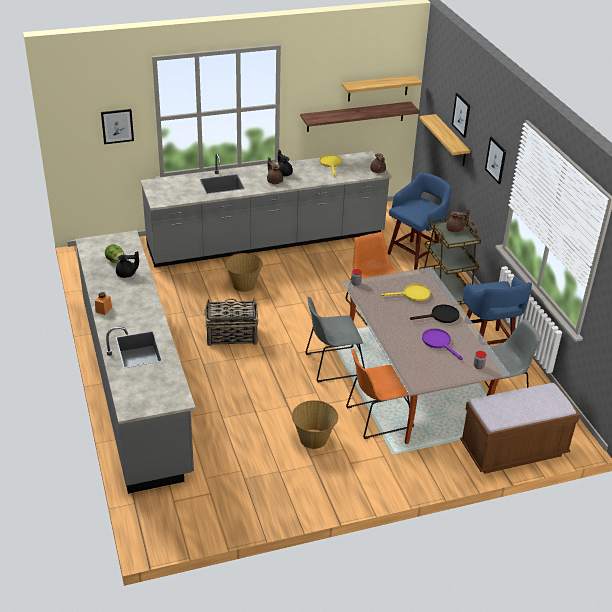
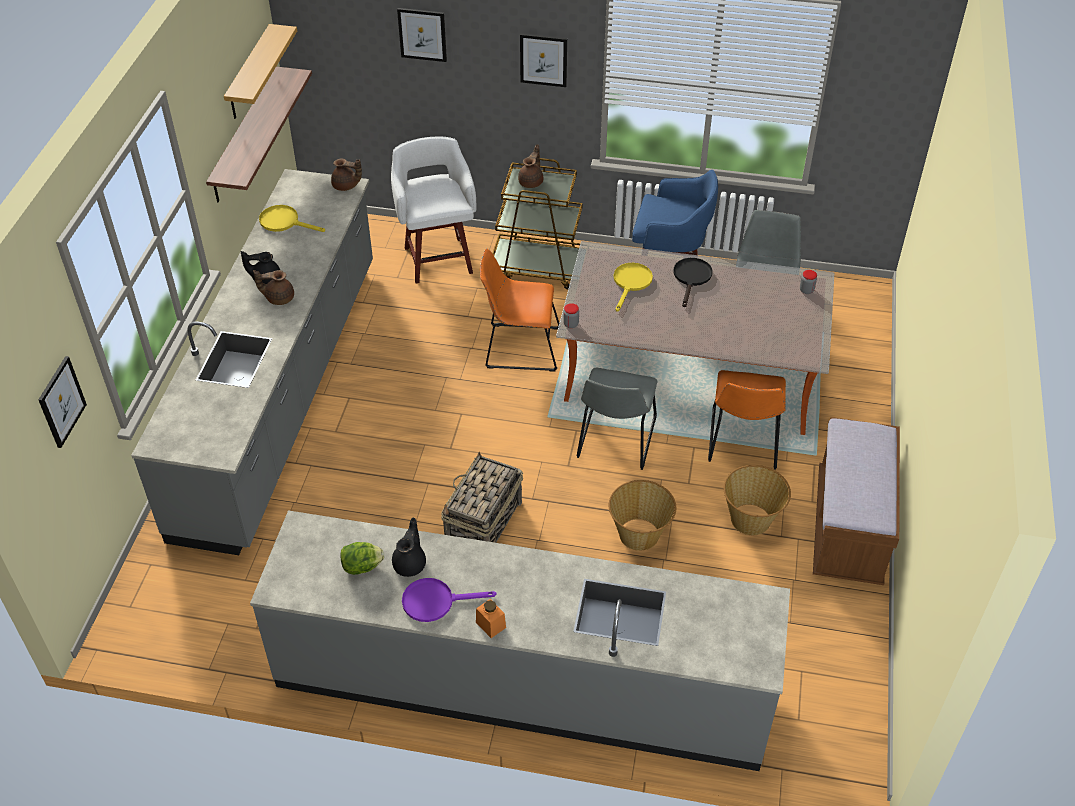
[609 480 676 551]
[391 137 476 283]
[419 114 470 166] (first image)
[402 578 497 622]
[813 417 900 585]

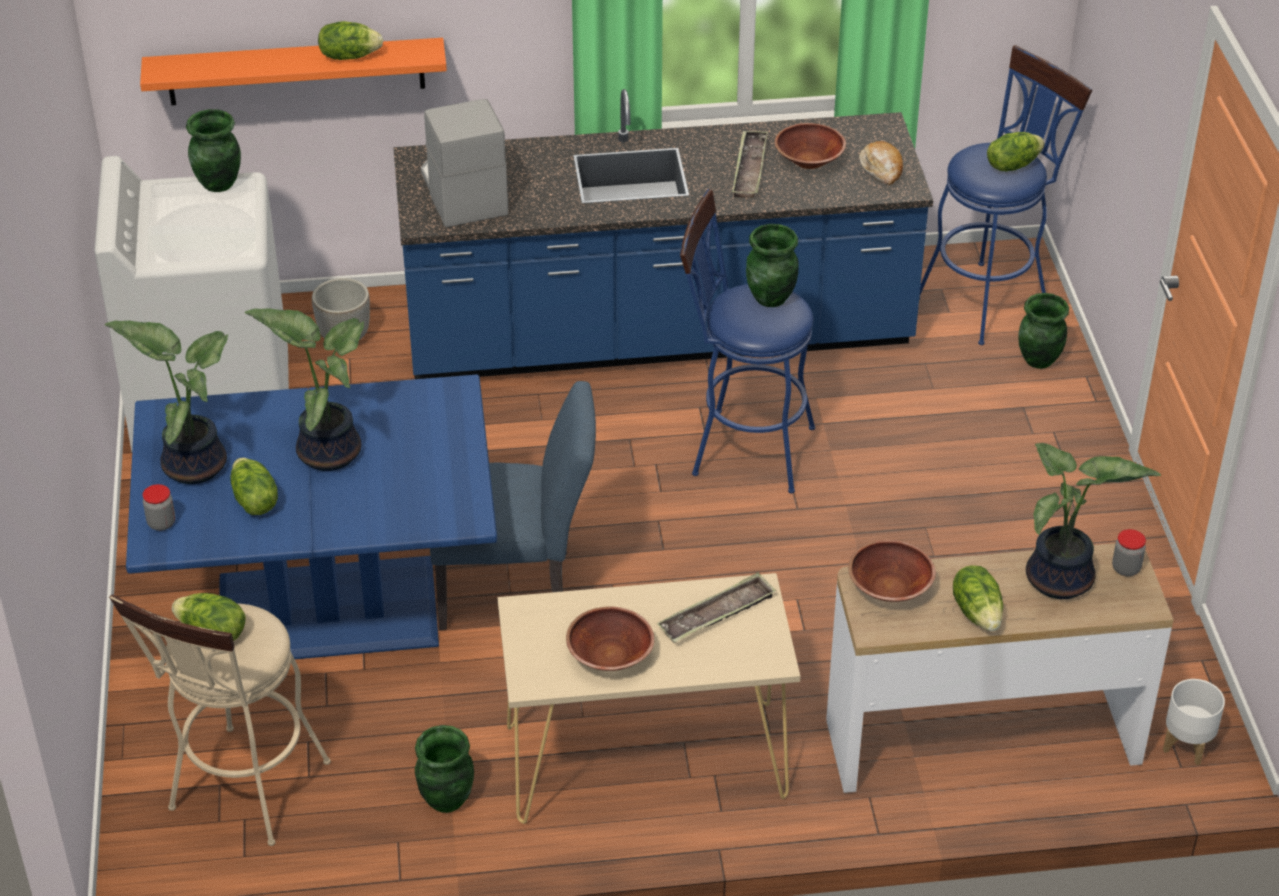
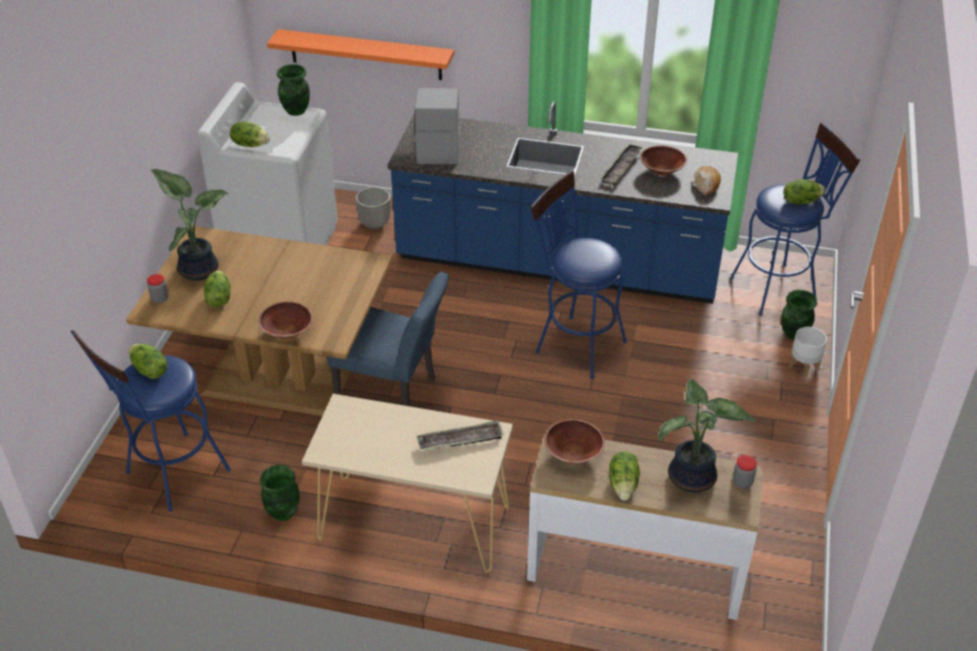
[70 330 231 511]
[126 226 393 416]
[245 308 364 471] (first image)
[230 122 270 147]
[258 301 313 338]
[746 224 799 307] (first image)
[789 327 827 378]

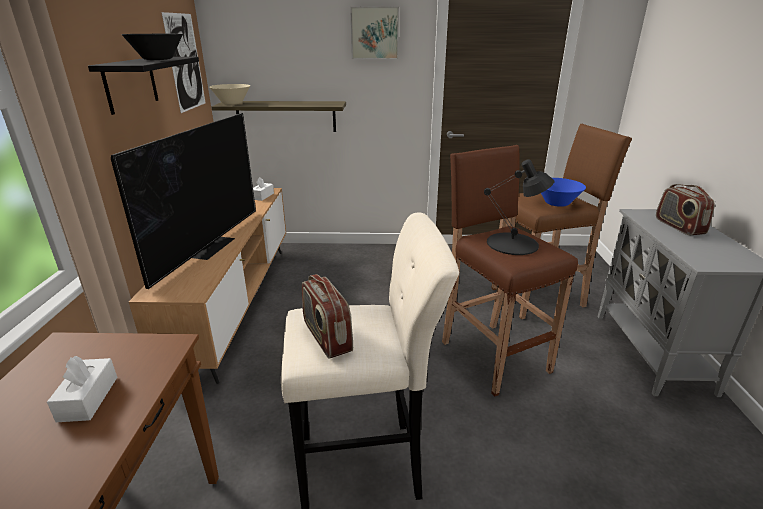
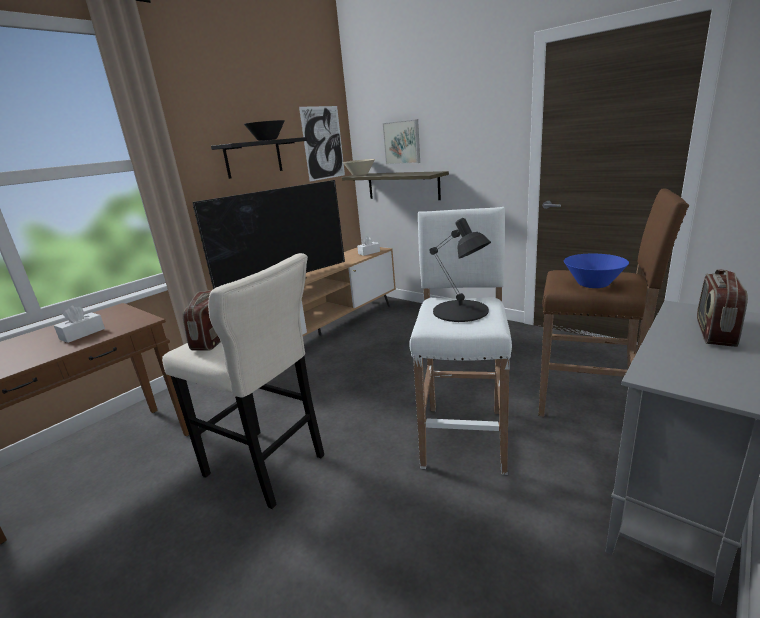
[383 119 420 165]
[410 207 512 475]

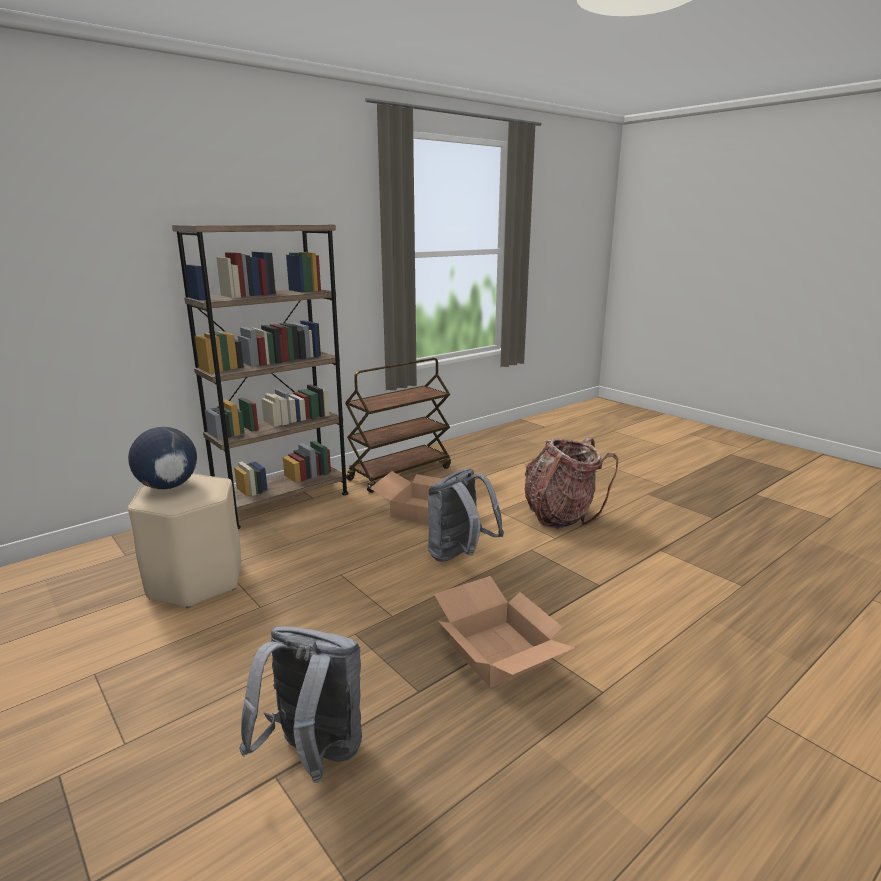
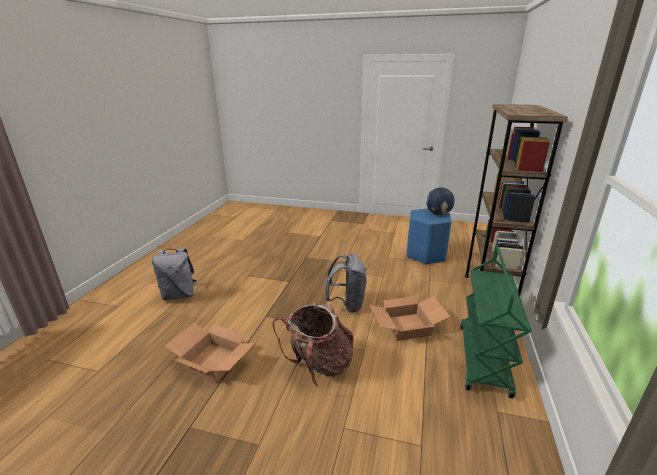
[407 208 451 265]
[152 247 196 301]
[460 246 531 398]
[165 322 255 382]

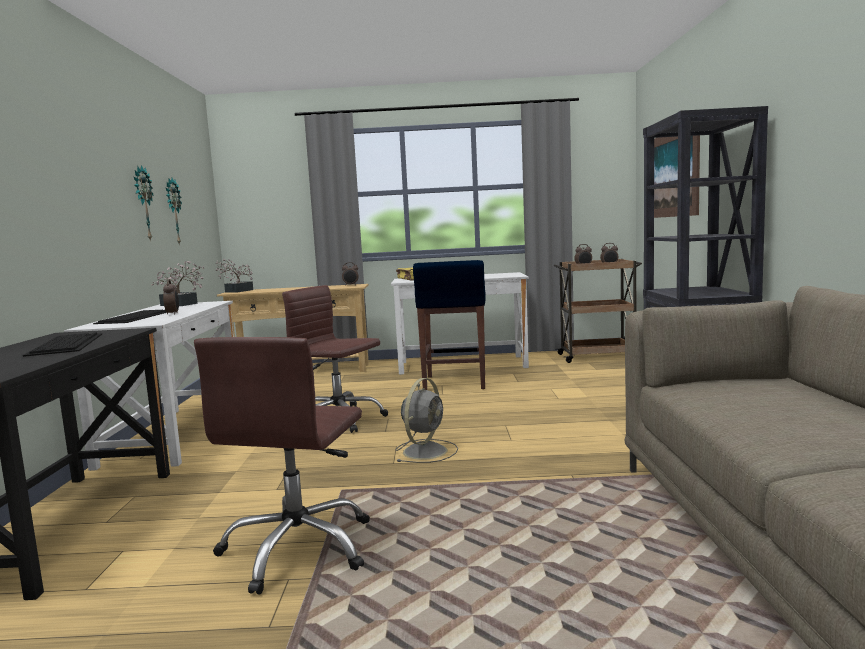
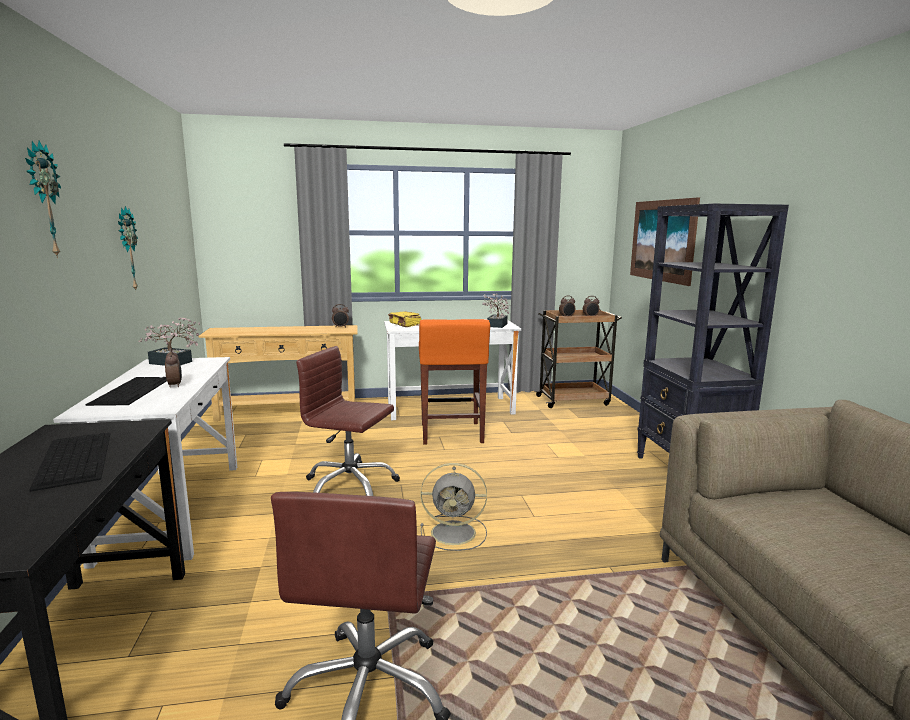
[25 140 61 258]
[483 293 510 328]
[420 463 487 551]
[419 319 490 445]

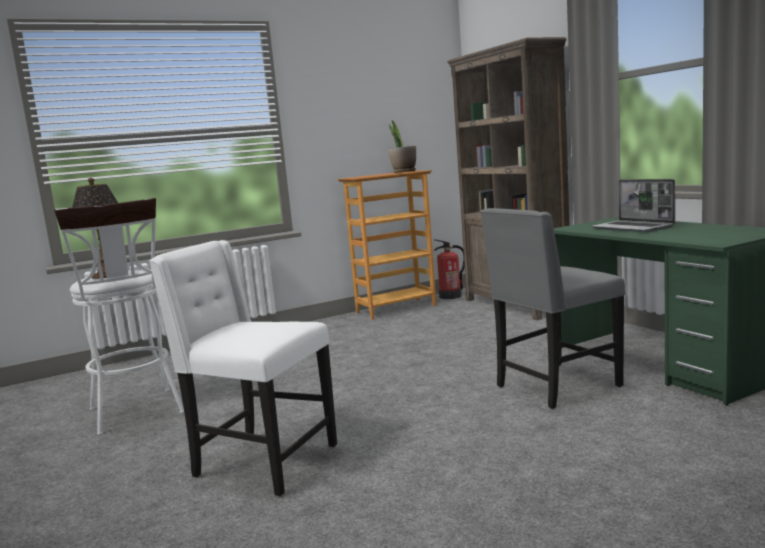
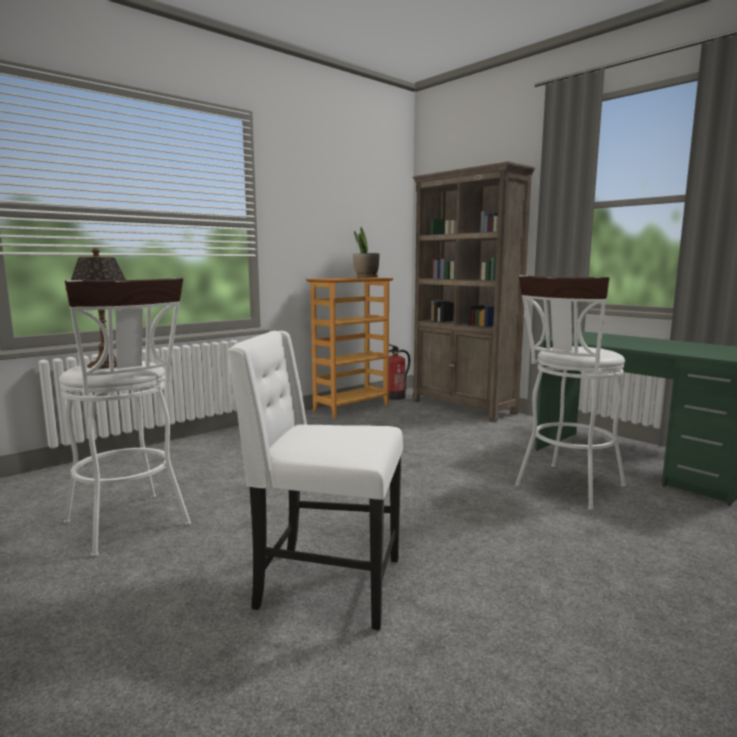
[515 275 626 510]
[592 179 675 232] (first image)

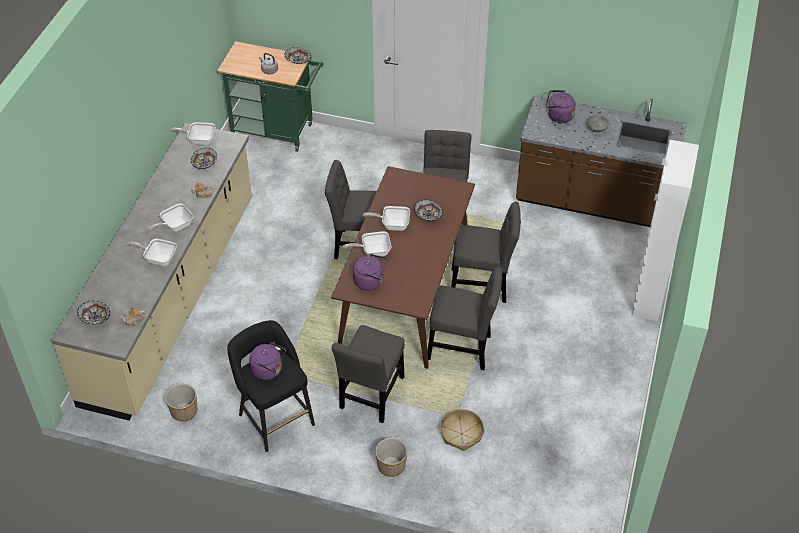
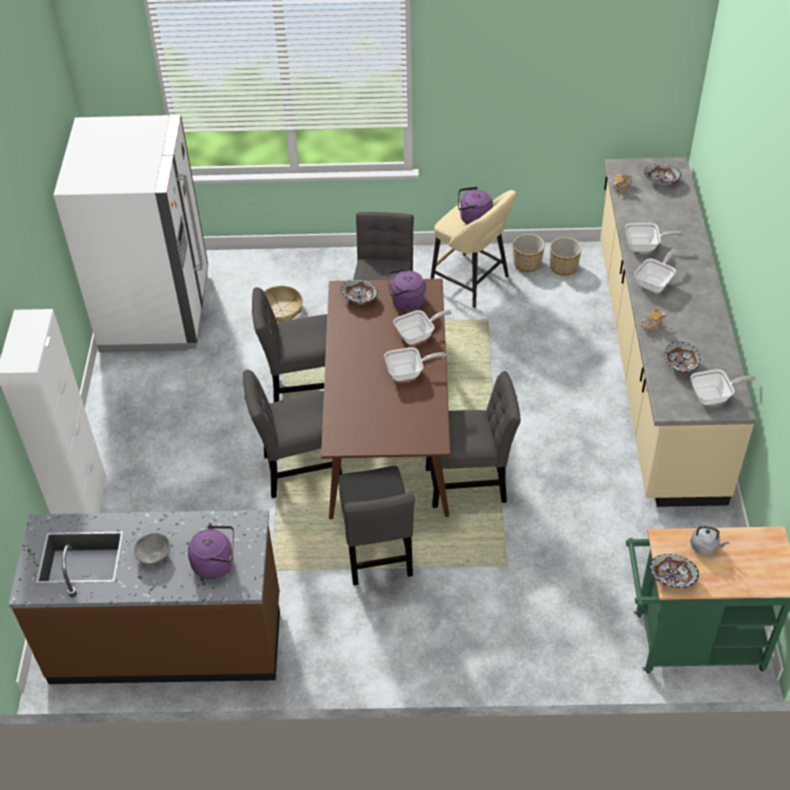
[430 190 516 308]
[513 234 545 272]
[341 279 378 303]
[53 115 208 352]

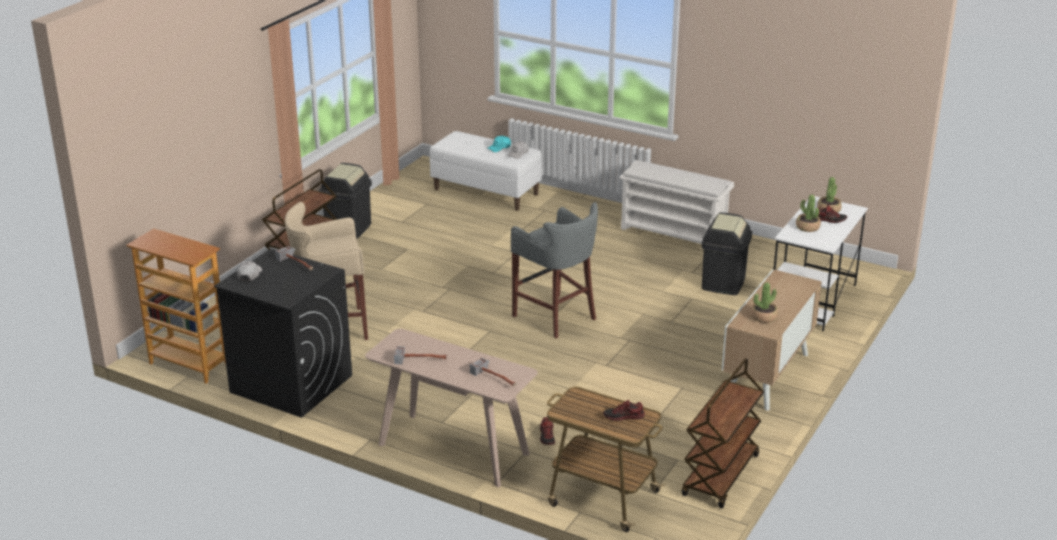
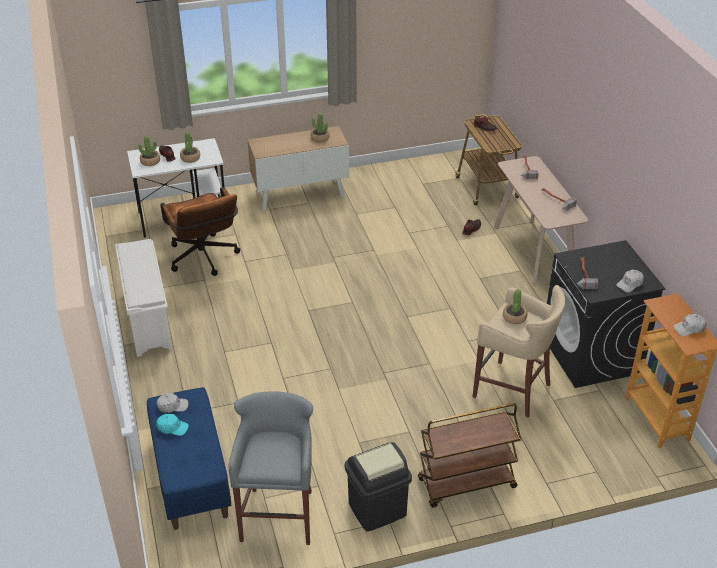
[147 387 231 530]
[229 391 313 545]
[682 358 764 508] (first image)
[160 187 240 276]
[503 289 527 324]
[673 314 706 336]

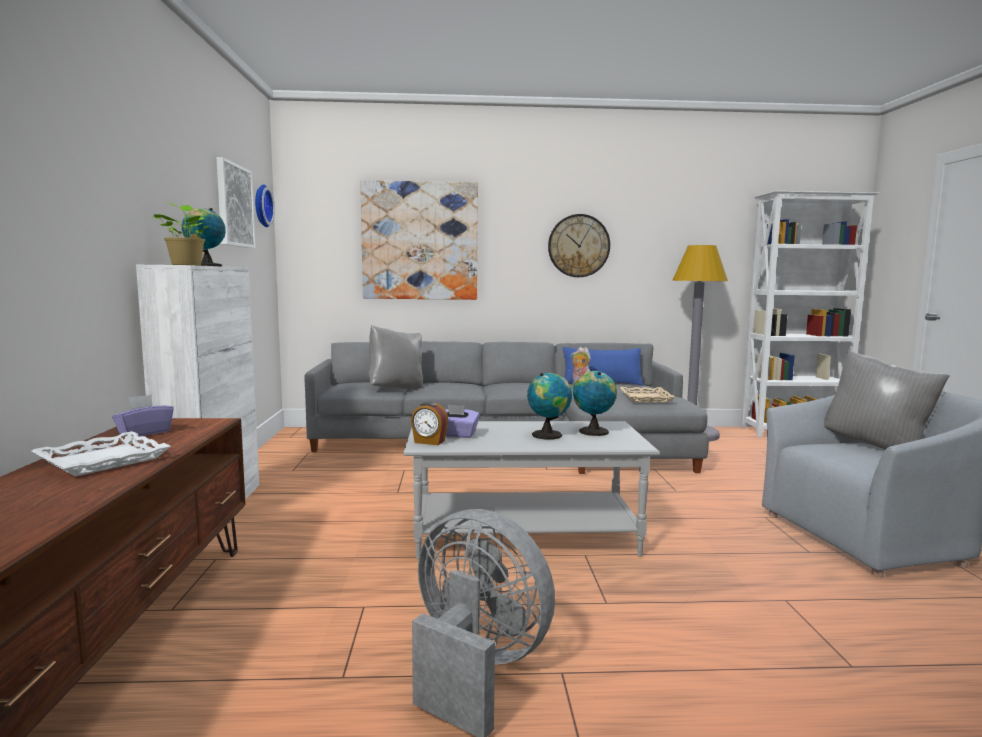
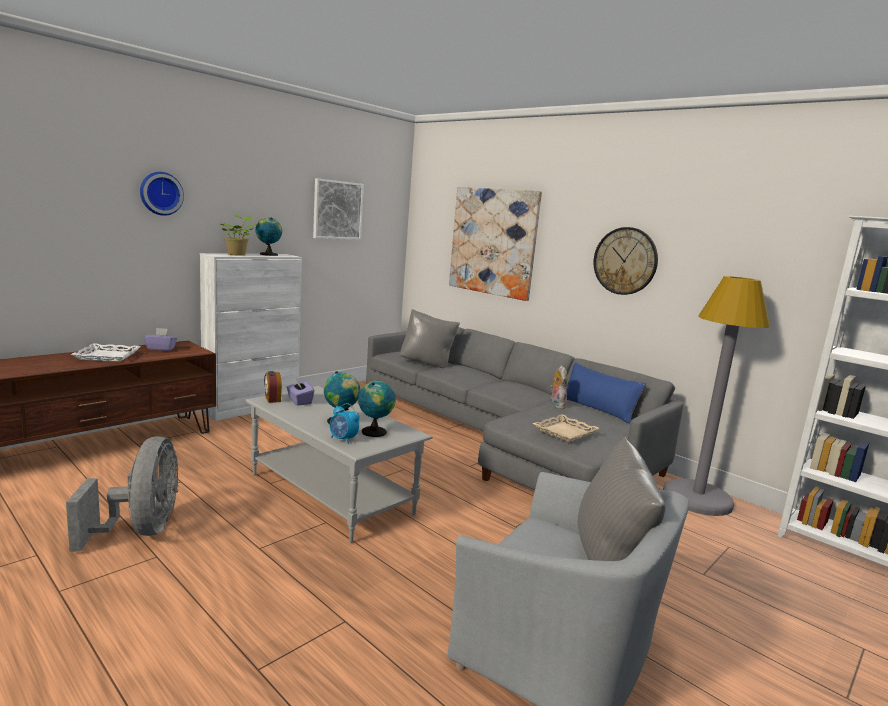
[140 172 184 216]
[330 403 360 444]

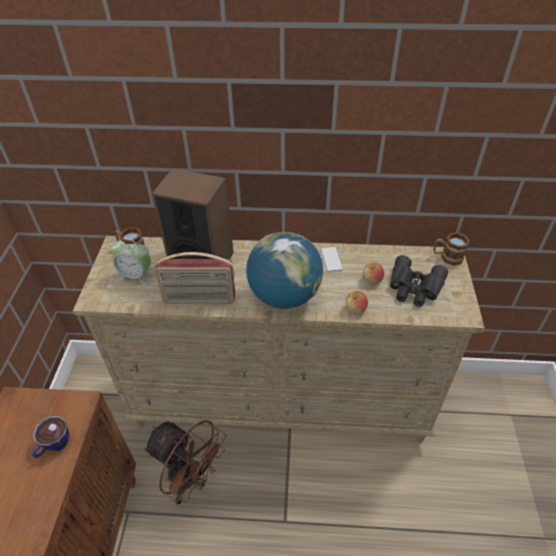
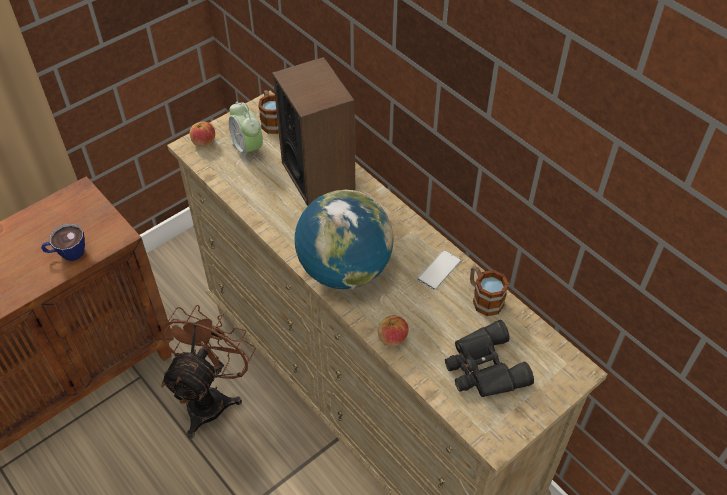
[161 305 256 439]
[155 252 235 304] (first image)
[190 121 215 147]
[470 266 509 316]

